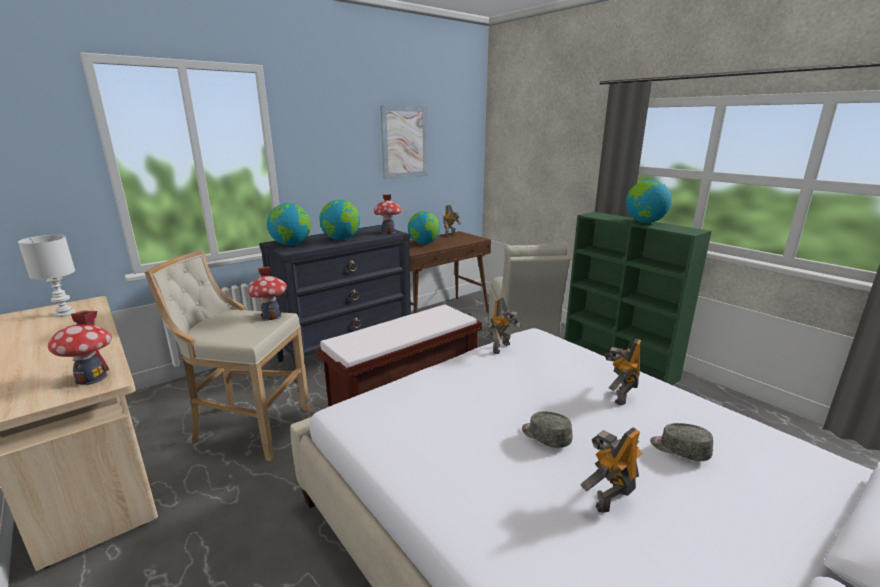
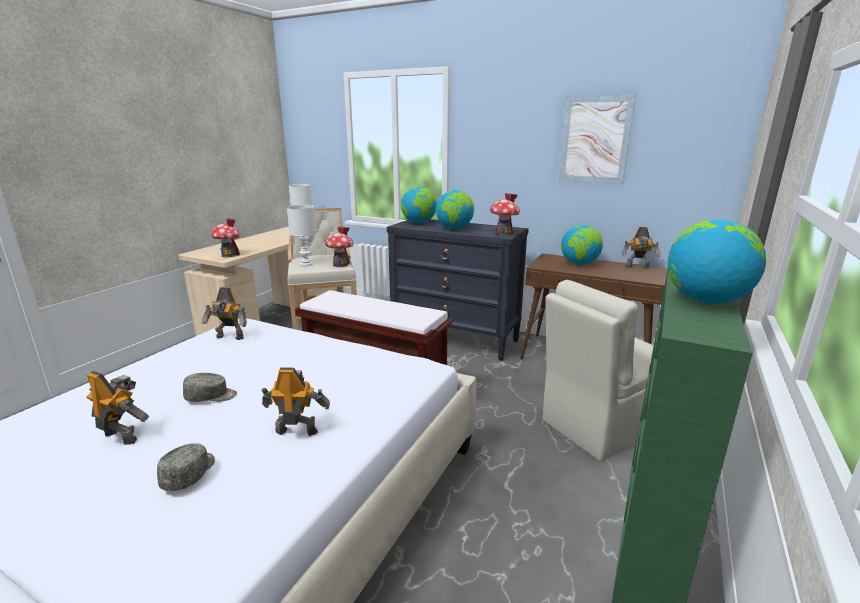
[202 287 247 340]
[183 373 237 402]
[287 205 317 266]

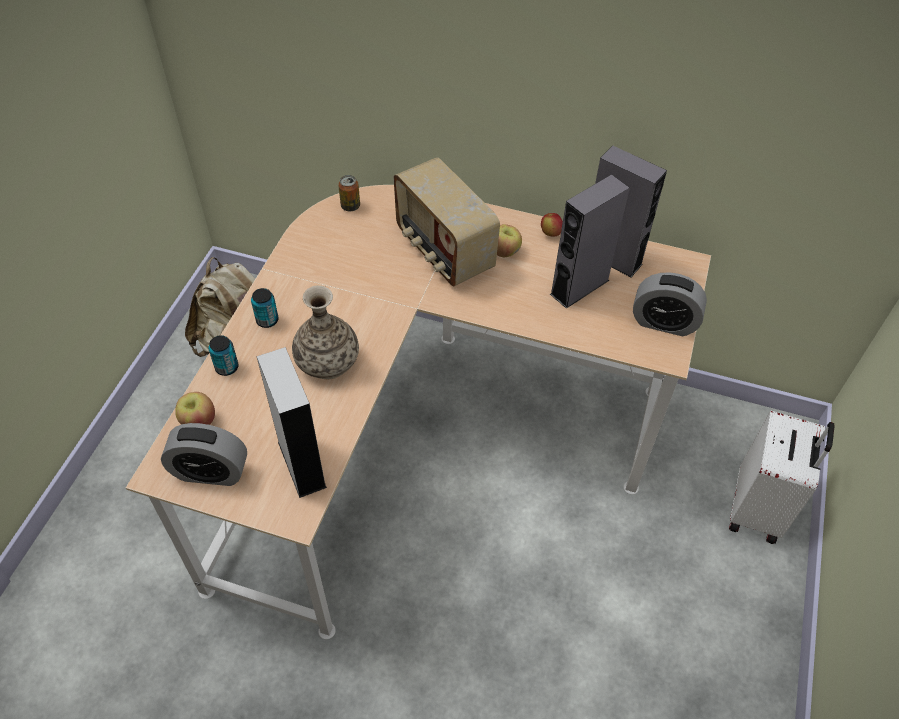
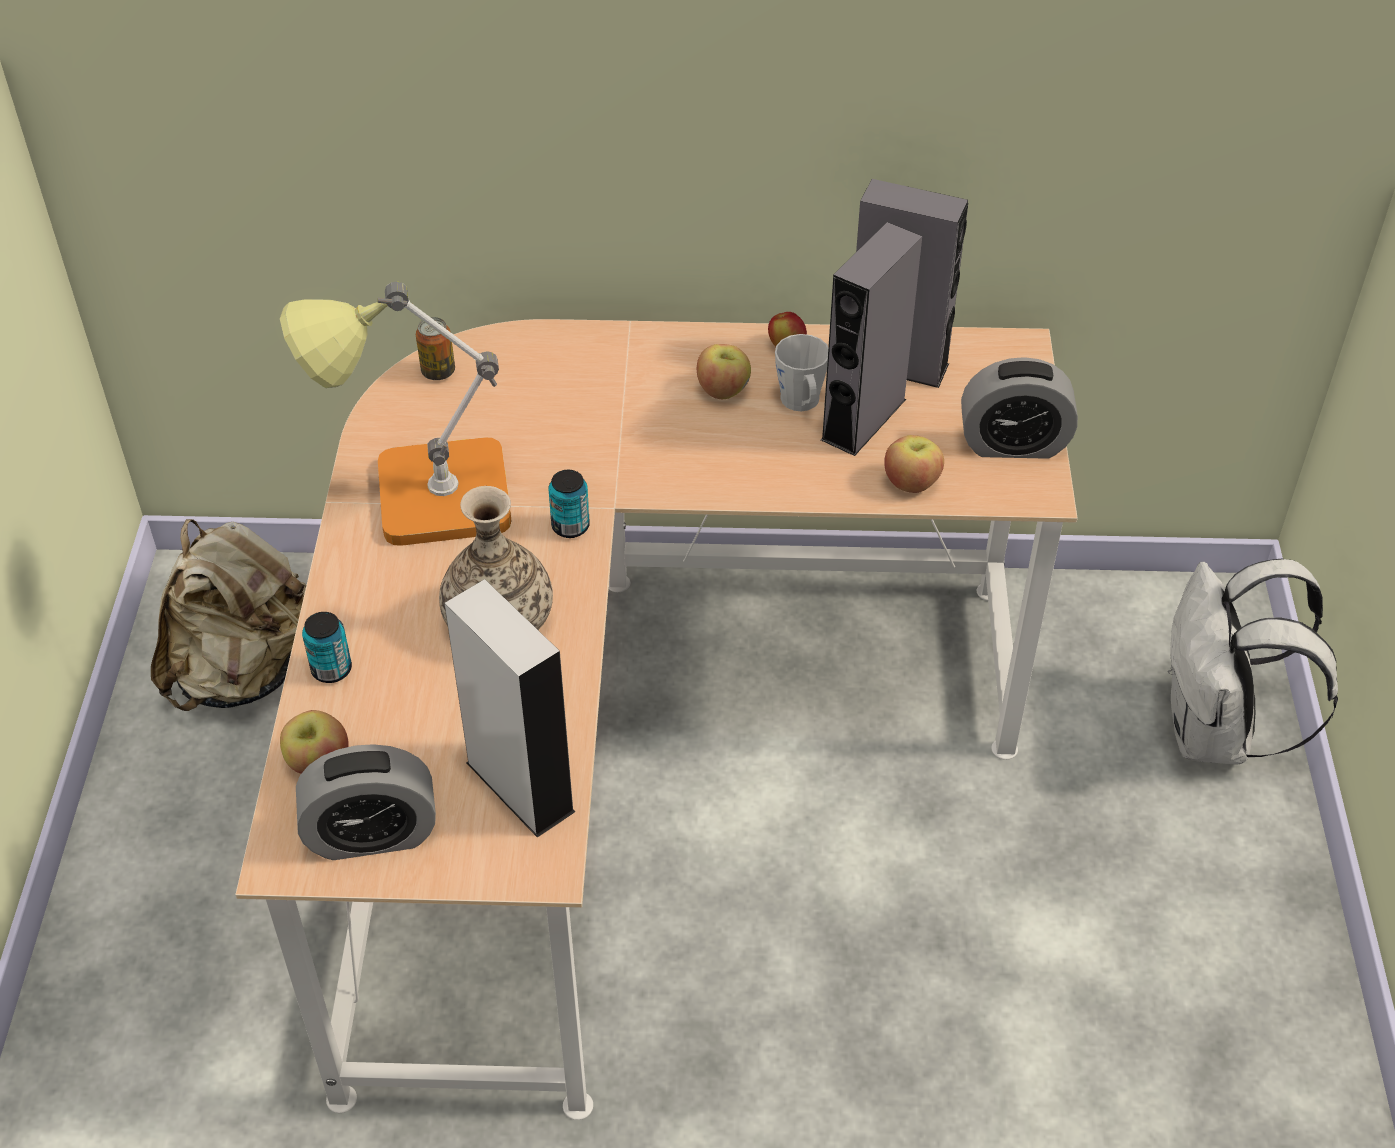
[549 470 590 538]
[394 157 500 286] (first image)
[1168 559 1338 765]
[280 281 511 546]
[775 334 828 411]
[884 435 944 493]

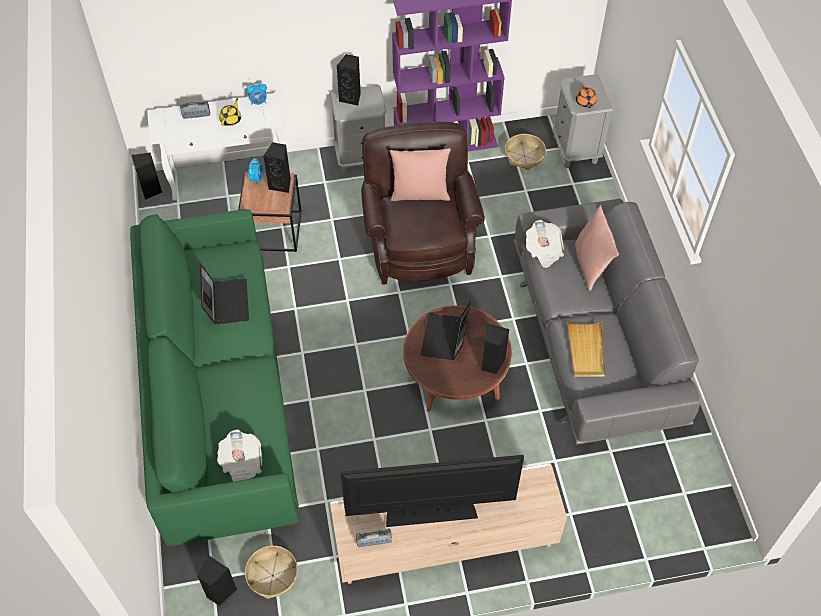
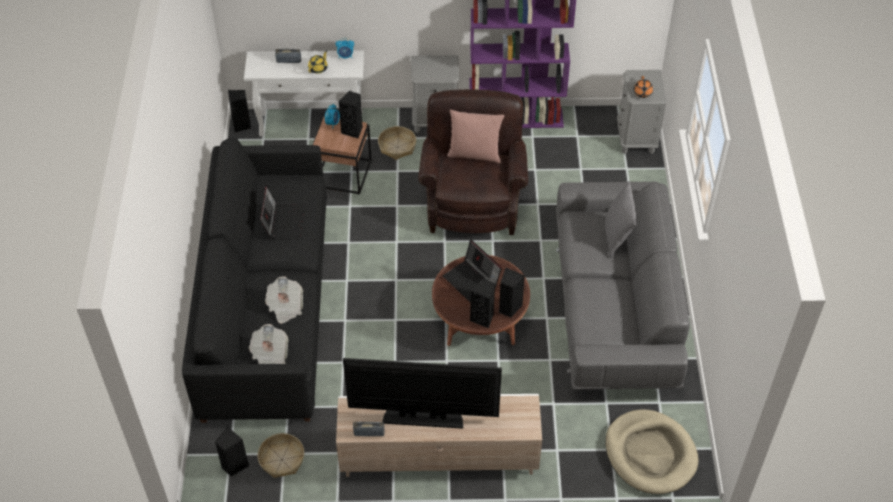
[182 138 327 423]
[470 278 495 328]
[443 240 502 303]
[378 126 416 160]
[265 276 303 324]
[567 321 605 377] (first image)
[605 181 636 258]
[605 409 699 494]

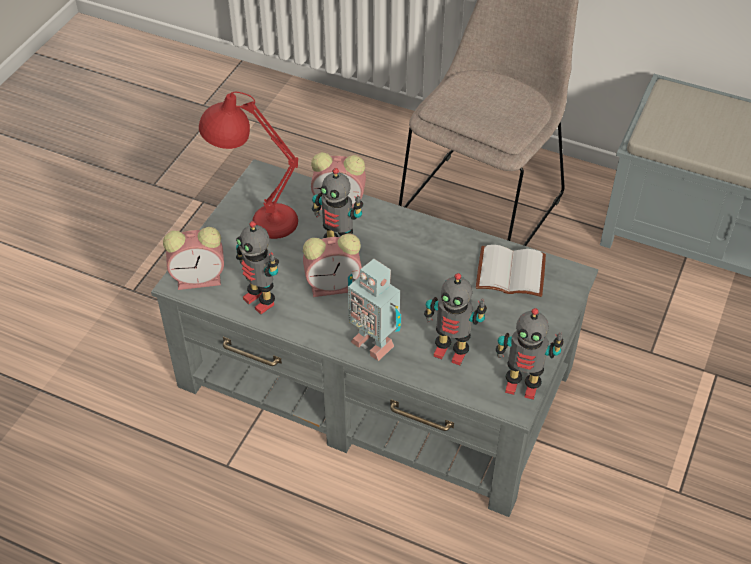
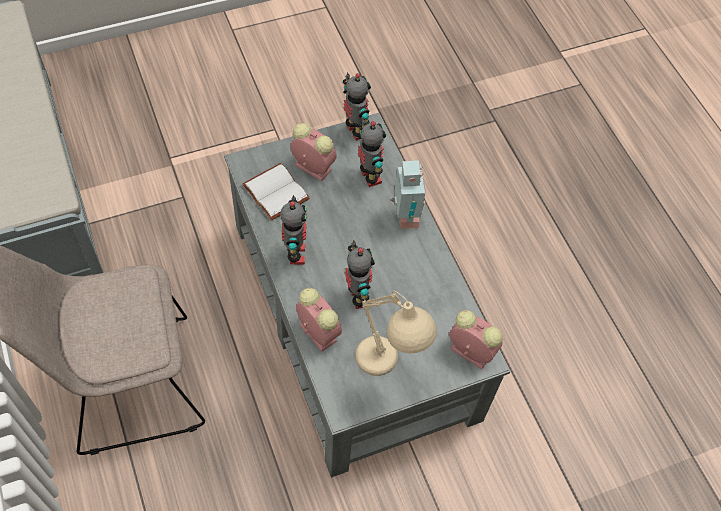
[355 291 437 376]
[280 195 307 265]
[290 123 337 181]

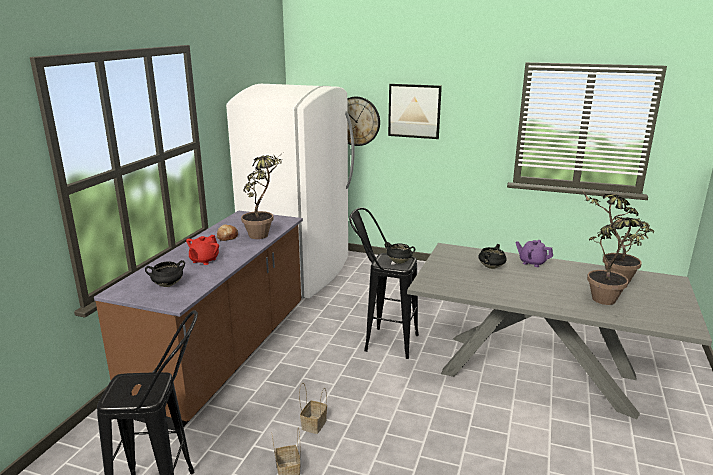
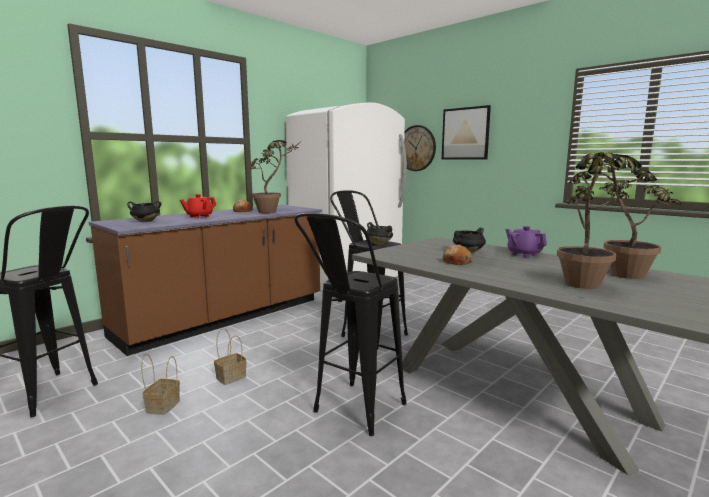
[294 213 407 436]
[443 245 473 265]

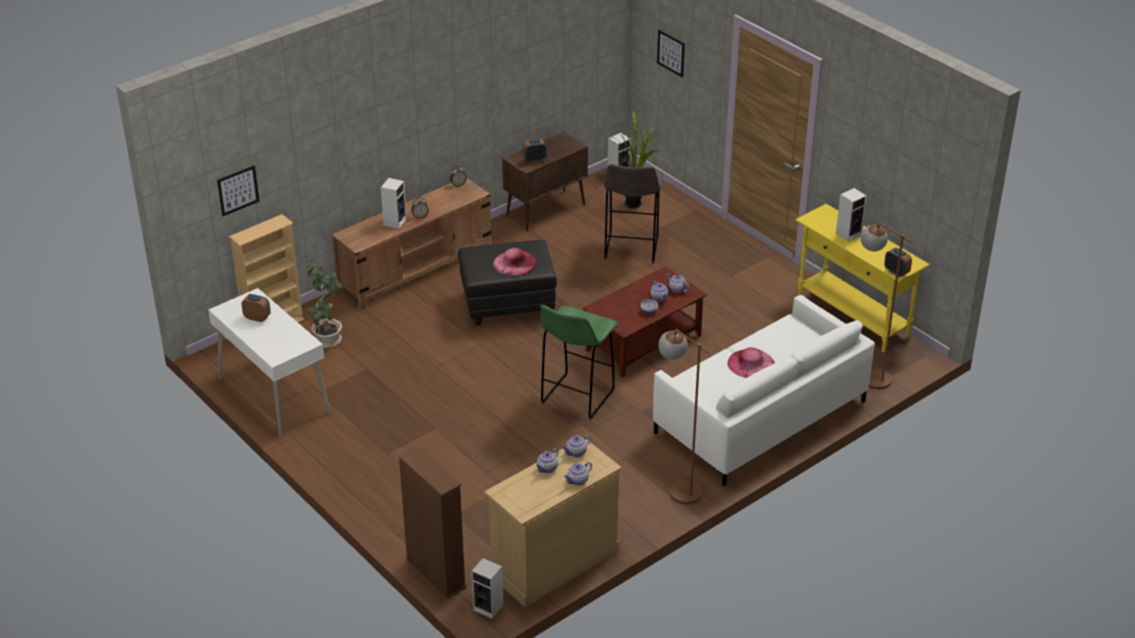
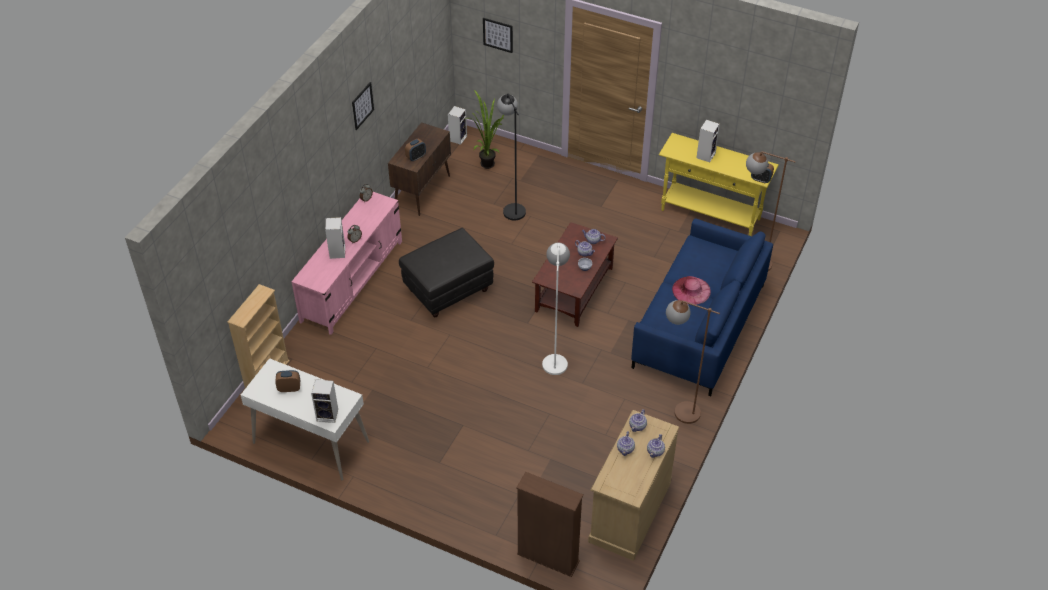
[352 82 374 130]
[305 261 343 348] (first image)
[291 192 402 335]
[311 379 338 423]
[493 248 537 276] (first image)
[542 243 570 375]
[497 94 526 220]
[631 218 773 397]

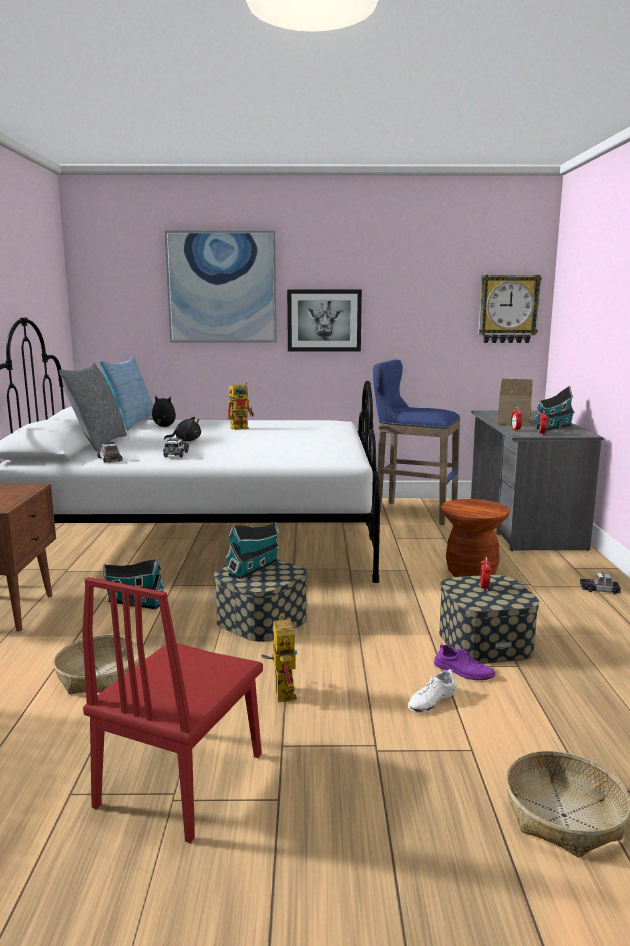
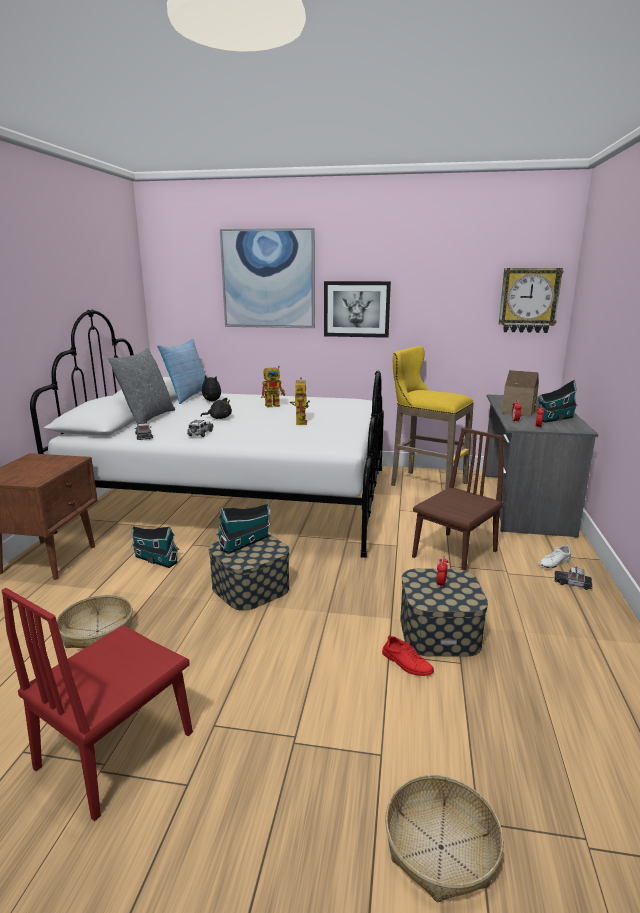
[290 377 310 425]
[391 346 474 489]
[539 545 571 569]
[382 635 434 676]
[412 428 504 571]

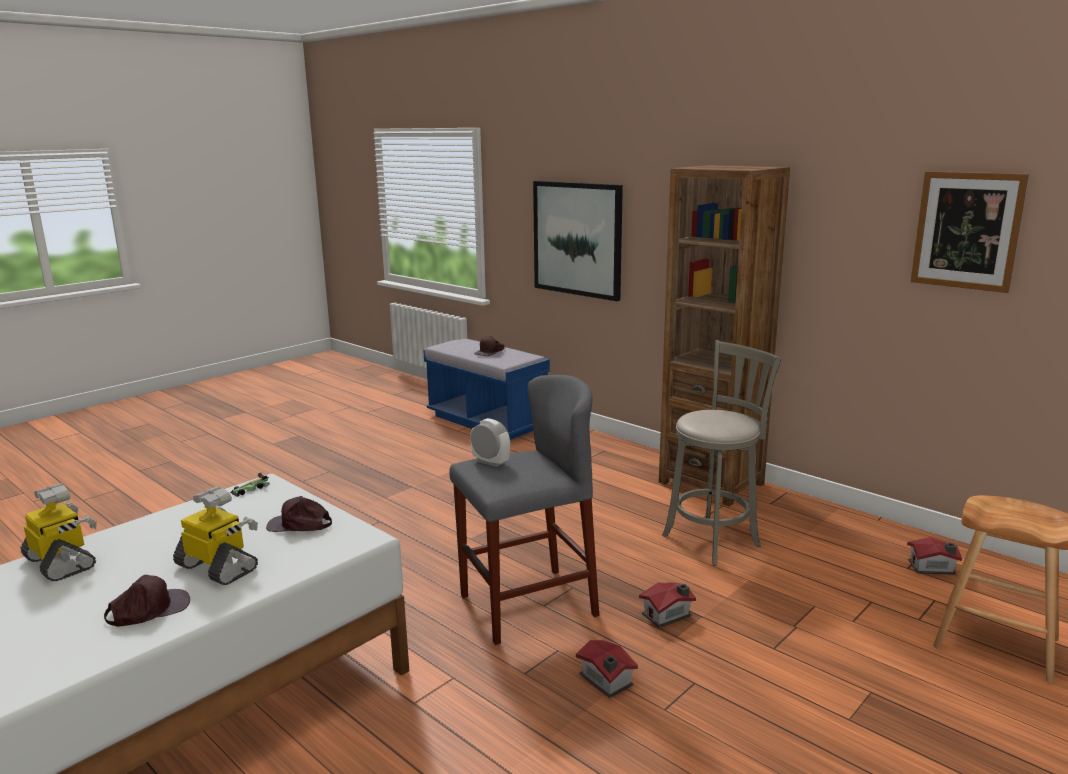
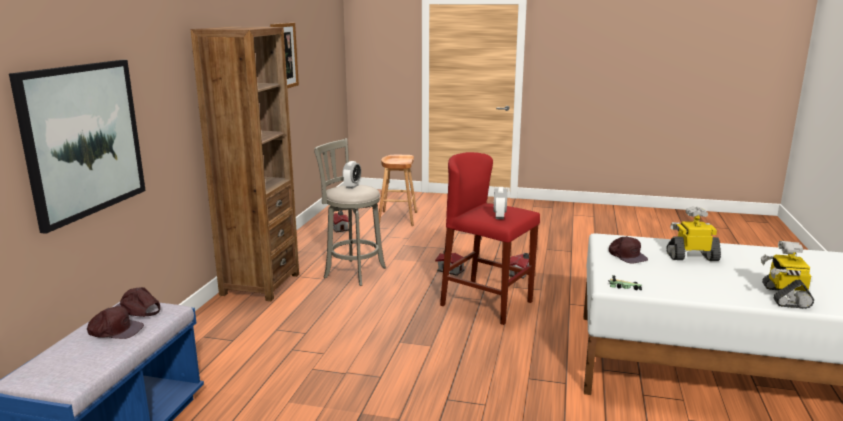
[115 287 160 317]
[666 206 721 261]
[440 152 540 325]
[342 161 361 189]

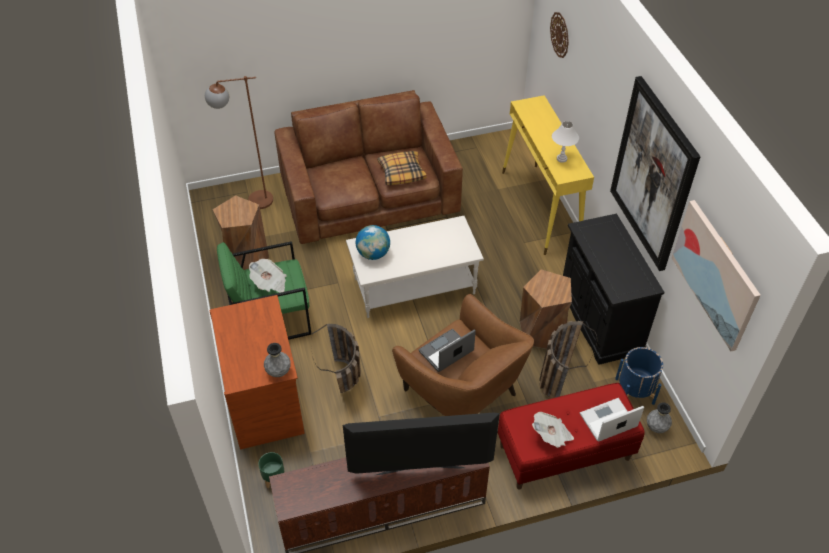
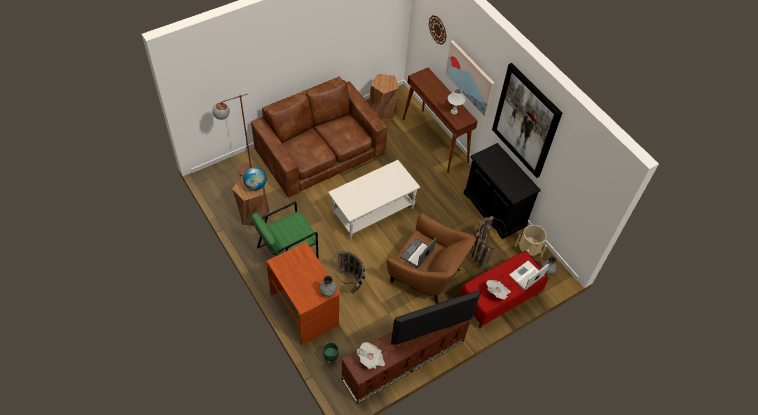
[357 342 385 369]
[243 167 267 190]
[377 151 427 185] (first image)
[403 68 478 173]
[369 74 399 120]
[515 225 547 258]
[445 40 495 117]

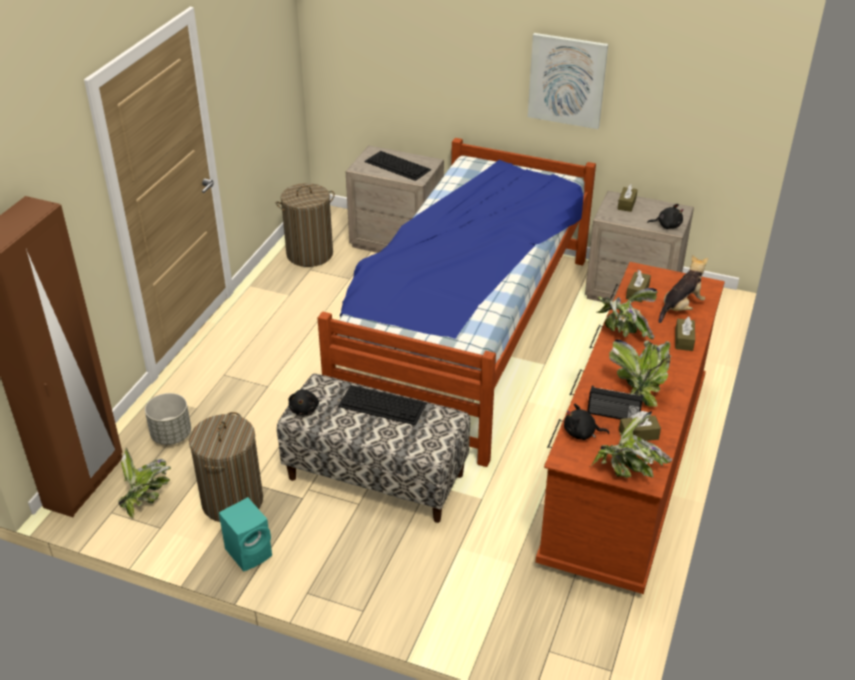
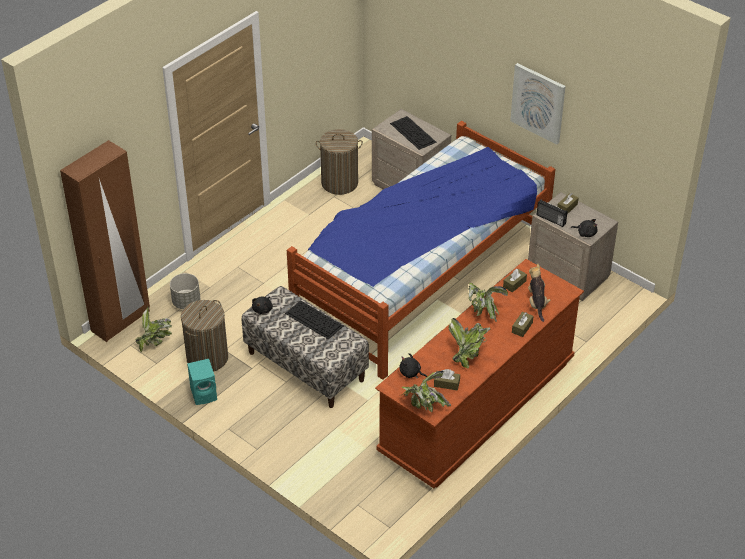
[537 199 568 227]
[528 264 551 322]

